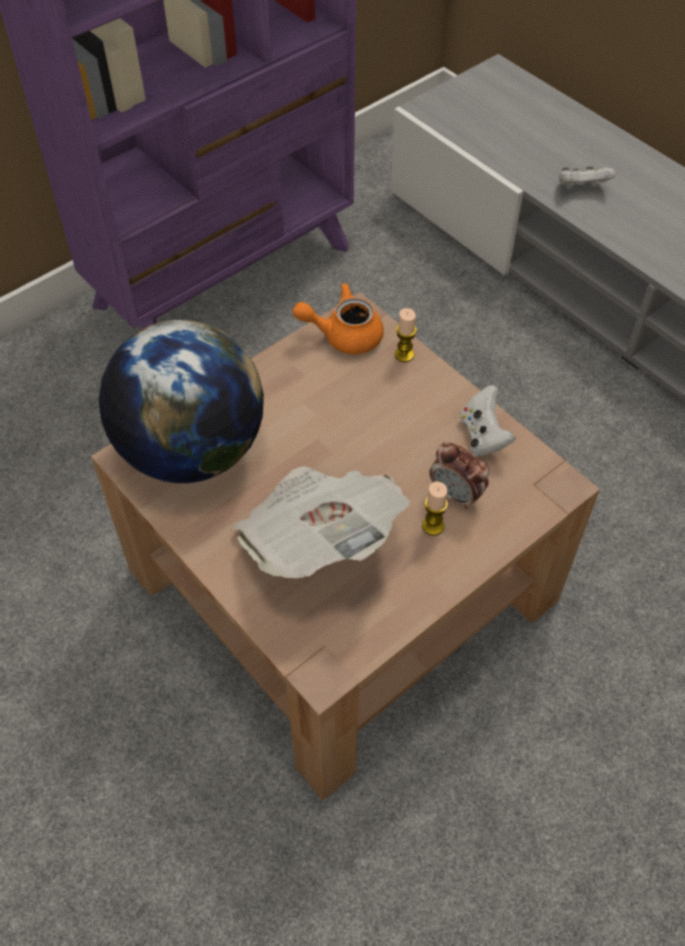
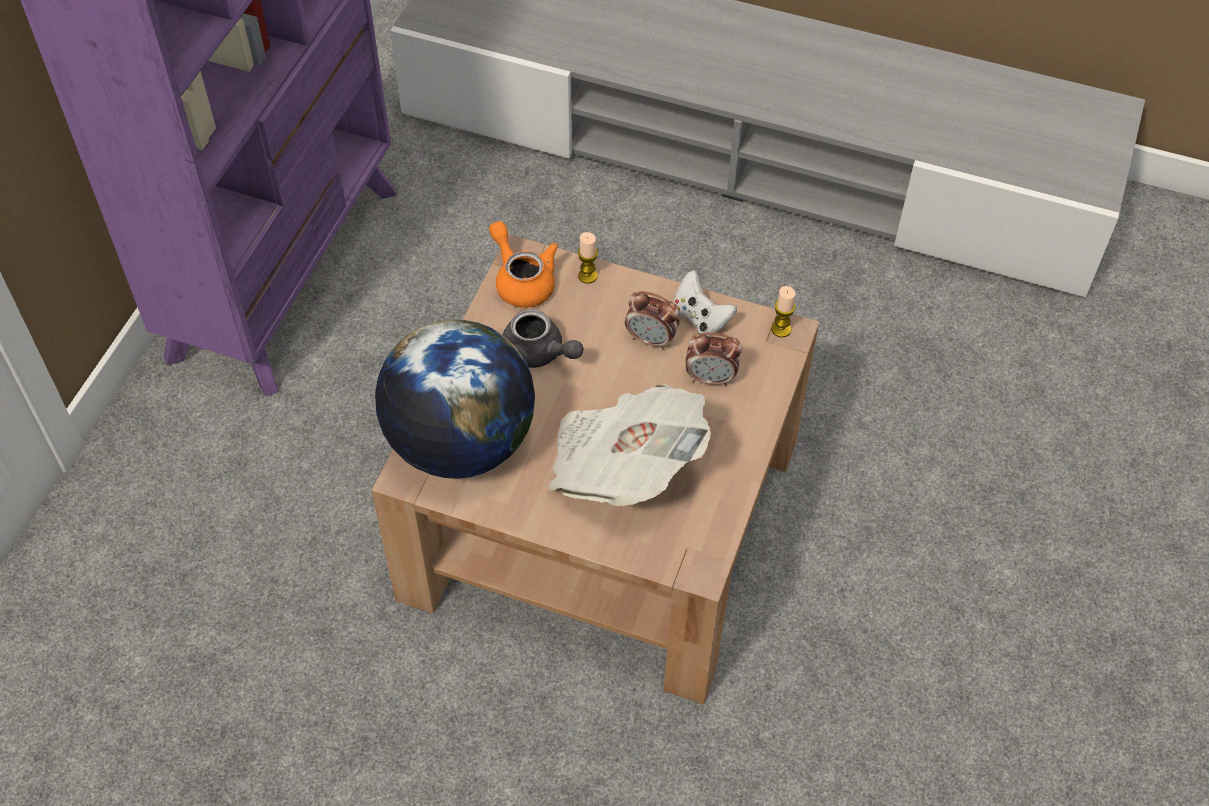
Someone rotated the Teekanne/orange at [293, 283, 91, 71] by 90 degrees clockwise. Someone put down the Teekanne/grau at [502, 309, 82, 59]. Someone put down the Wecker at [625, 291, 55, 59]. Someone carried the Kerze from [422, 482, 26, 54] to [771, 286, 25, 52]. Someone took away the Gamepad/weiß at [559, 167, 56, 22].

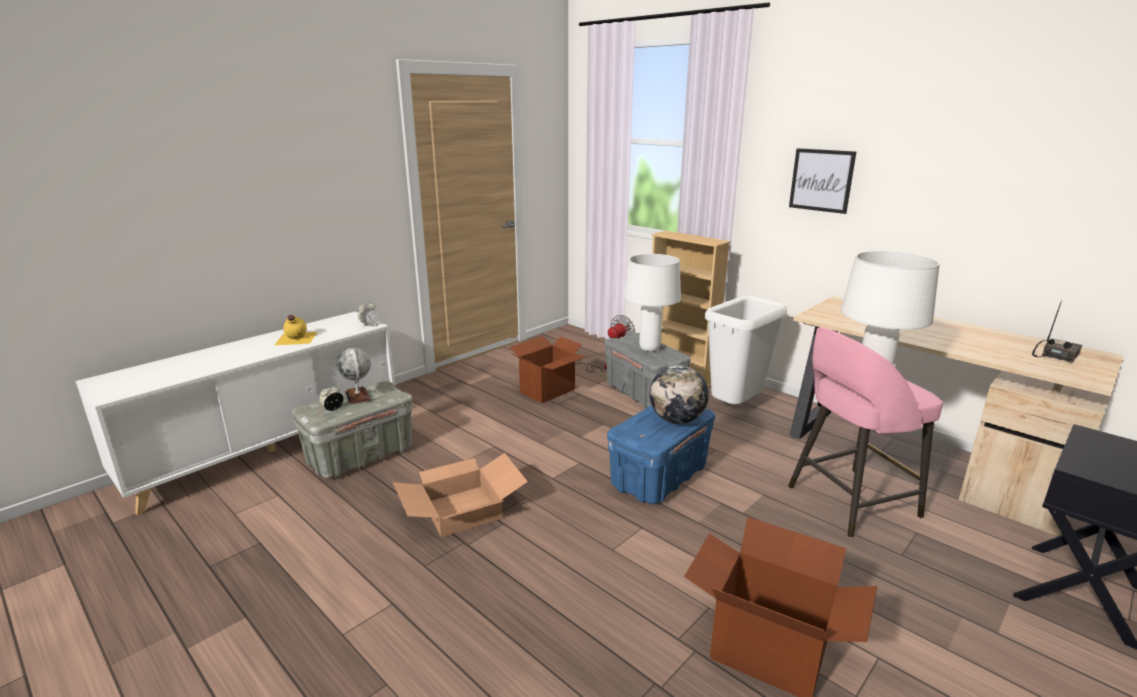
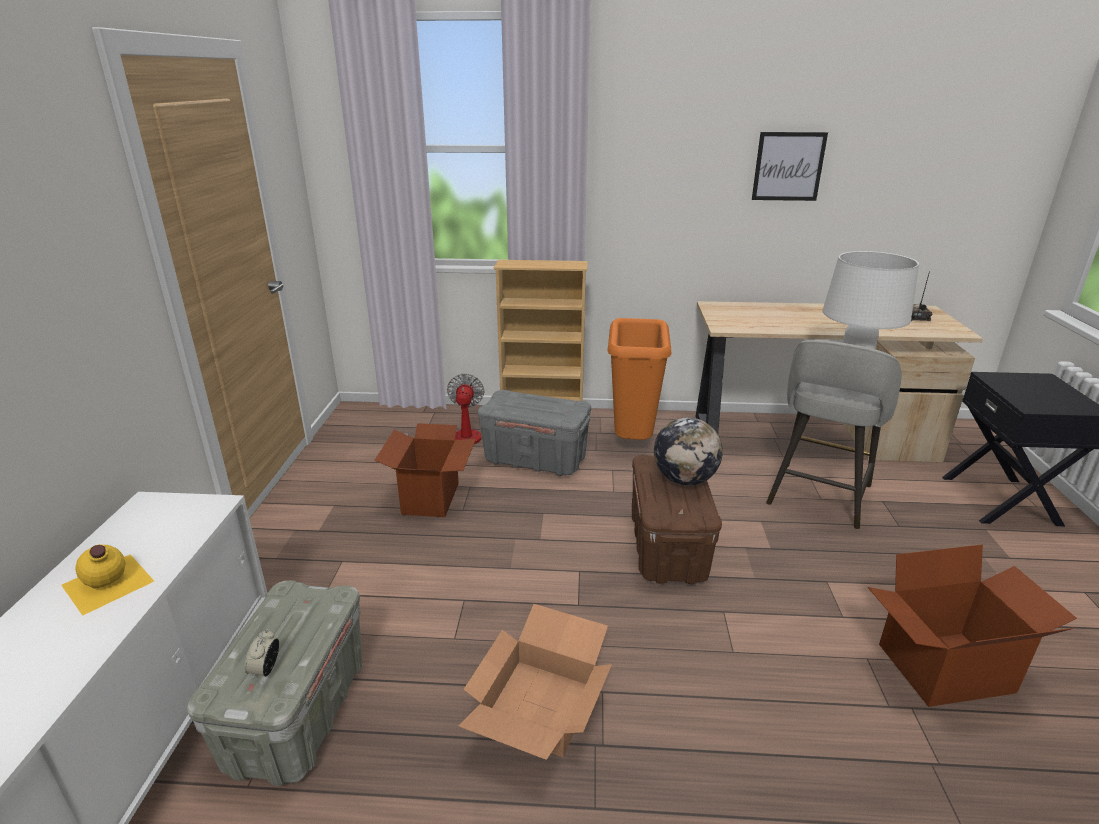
Someone repainted the Mülleimer/weiß at [705, 296, 82, 109], which became the Mülleimer/orange at [608, 318, 63, 122]. Someone repainted the Aufbewahrungsbox/blau at [607, 405, 108, 99], which became the Aufbewahrungsbox/braun at [632, 455, 90, 129]. Someone carried the Bild from [789, 148, 67, 66] to [752, 132, 76, 69]. Someone repainted the Hocker/rosa at [788, 327, 155, 211], which became the Hocker/grau at [766, 340, 136, 189]. Someone took away the Globus at [336, 348, 35, 57]. Someone took away the Wecker at [358, 301, 21, 25]. Someone took away the Tischlampe/weiß at [624, 254, 57, 98].

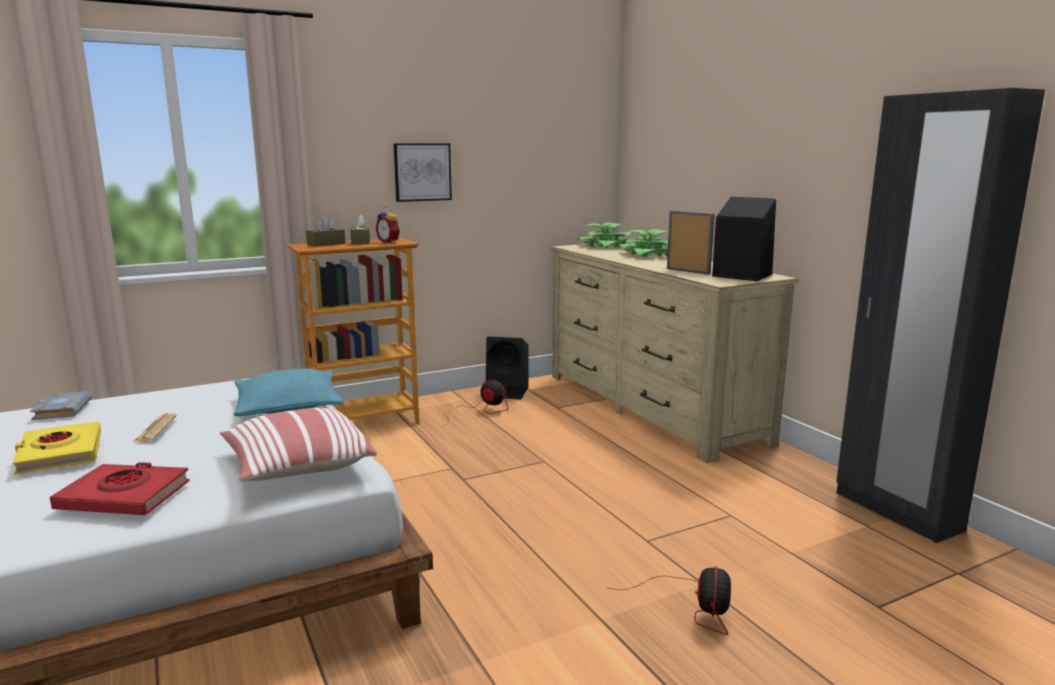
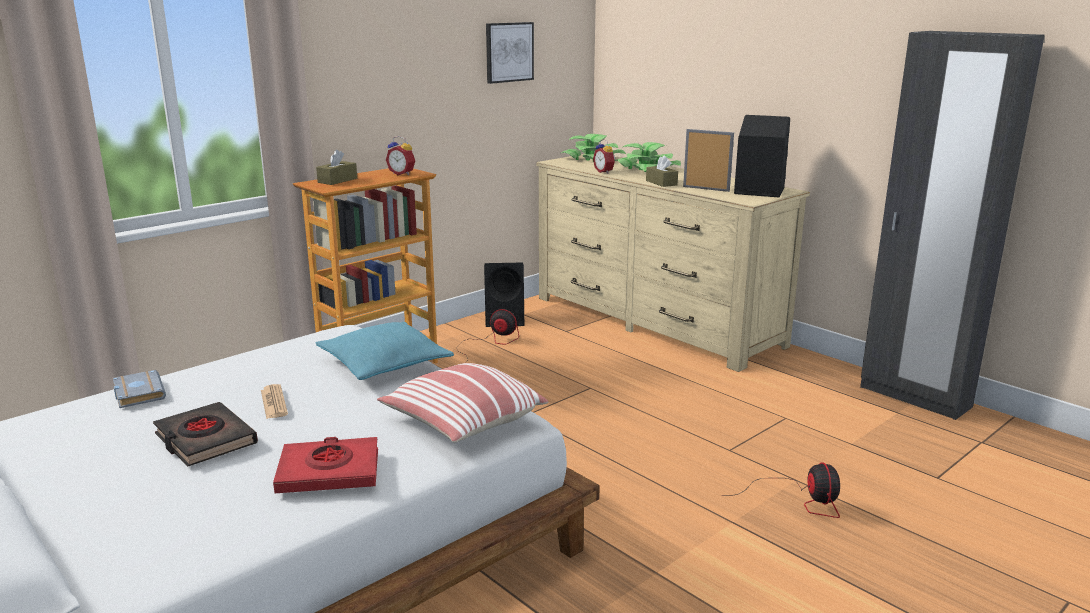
Someone repainted the Buch/gelb at [13, 421, 88, 54], which became the Buch/schwarz at [153, 402, 105, 64]. Someone carried the Bild from [393, 143, 59, 59] to [486, 22, 48, 62]. Someone put down the Wecker at [593, 139, 22, 35]. Someone carried the Taschentuchbox/braun from [351, 214, 19, 31] to [646, 156, 32, 31].

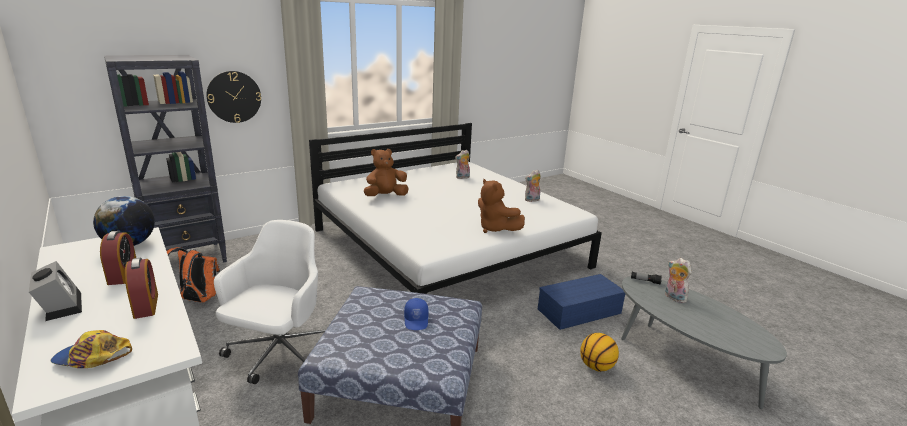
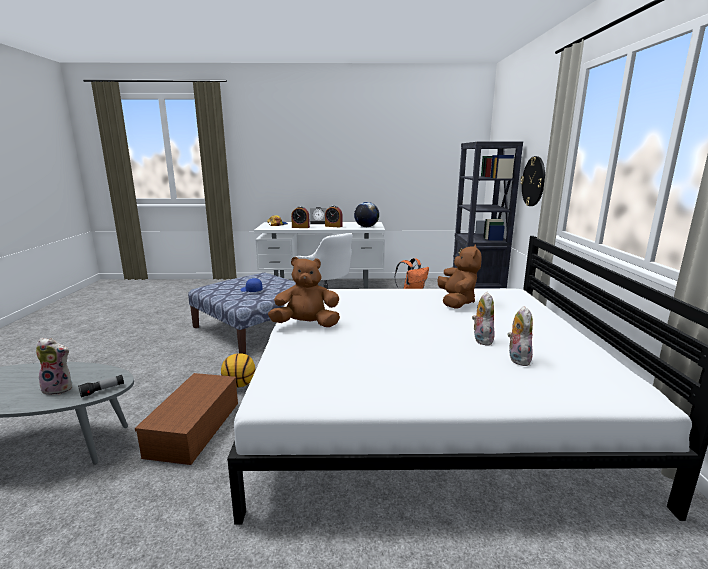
Someone repainted the Aufbewahrungsbox/blau at [538, 274, 87, 56], which became the Aufbewahrungsbox/braun at [135, 373, 103, 92]. Someone carried the Basketball from [580, 333, 39, 39] to [221, 353, 34, 35]. Someone carried the Plüschtier from [525, 170, 16, 32] to [472, 291, 23, 55].

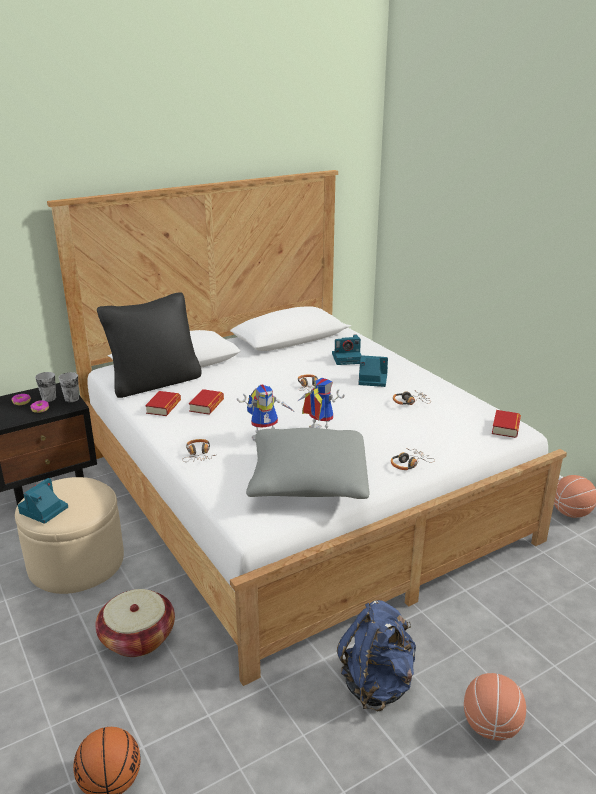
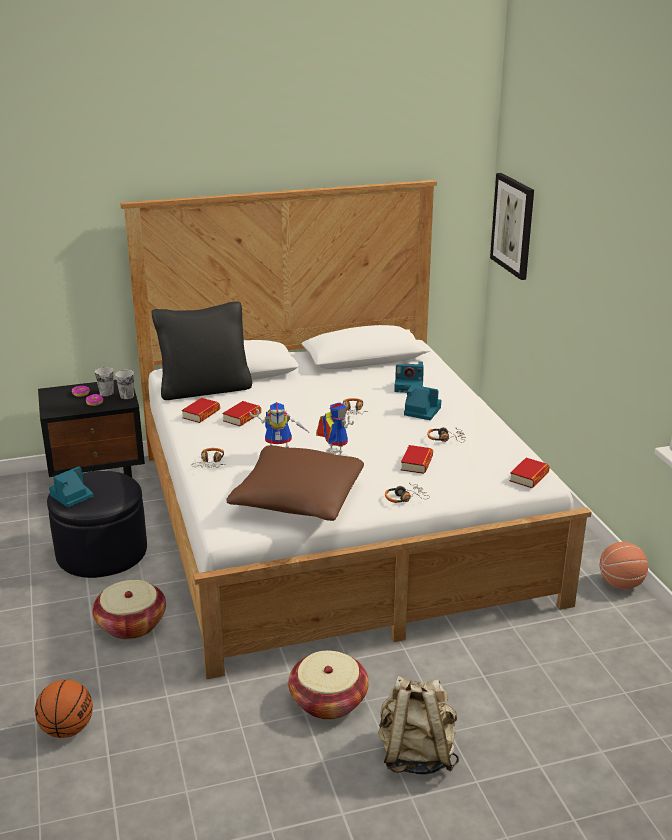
Someone repainted the Polsterhocker/beige at [15, 477, 109, 117], which became the Polsterhocker/schwarz at [47, 471, 100, 107]. Someone repainted the Kissen/grau at [246, 428, 123, 71], which became the Kissen/braun at [226, 445, 138, 76]. Someone swapped the Rucksack/blau at [337, 600, 79, 111] for the Korb at [288, 651, 81, 68]. Someone swapped the Basketball at [464, 673, 62, 67] for the Rucksack/beige at [378, 676, 81, 99]. Someone put down the Buch at [401, 445, 32, 29]. Someone put up the Bild at [490, 173, 44, 107].

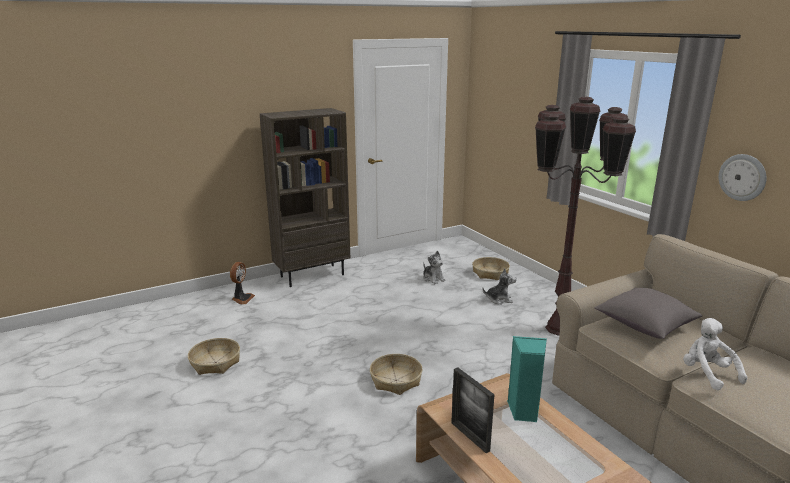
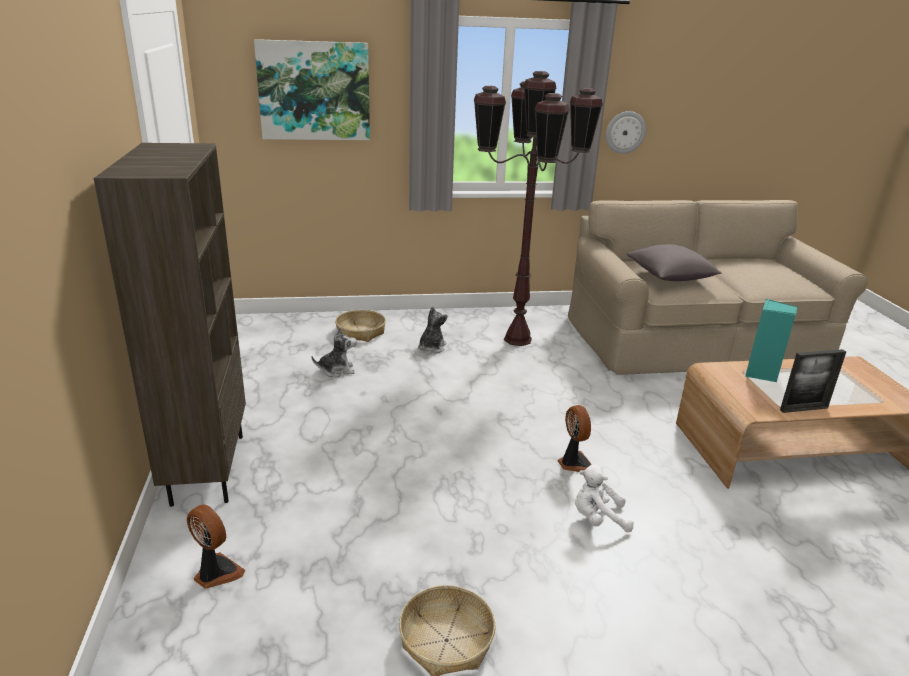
Someone put up the Bild at [254, 39, 116, 101]. Someone swapped the Korb at [370, 354, 53, 41] for the Ventilator at [558, 405, 34, 67]. Someone carried the Plüschtier/weiß from [683, 318, 64, 72] to [575, 464, 59, 69].

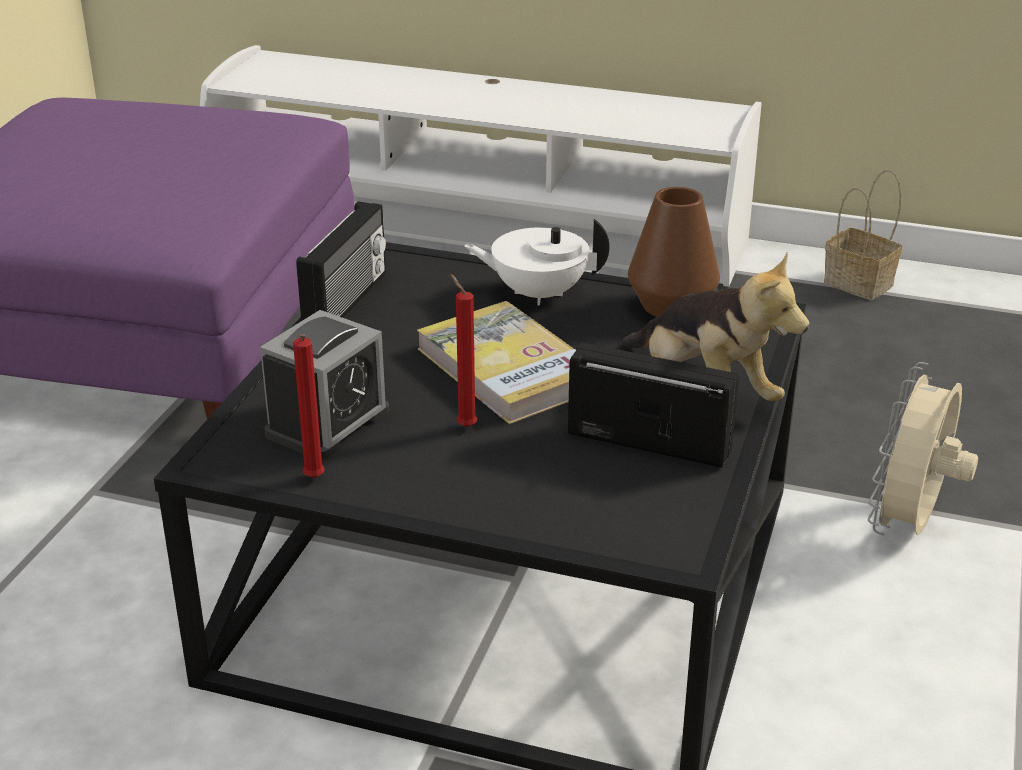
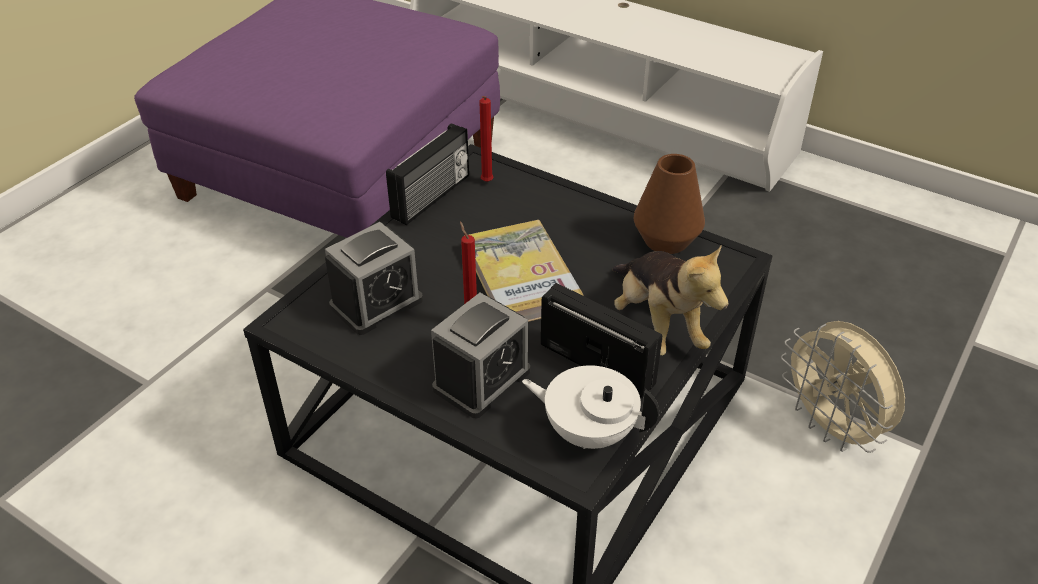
Someone put down the Wecker at [431, 293, 99, 125]. Someone carried the Kerze/rot from [293, 334, 32, 144] to [479, 96, 14, 86]. Someone carried the Teekanne/weiß from [464, 219, 146, 86] to [522, 365, 137, 84]. Someone rotated the Ventilator/beige at [868, 362, 110, 174] by 75 degrees counterclockwise. Someone took away the Korb at [824, 170, 78, 130].

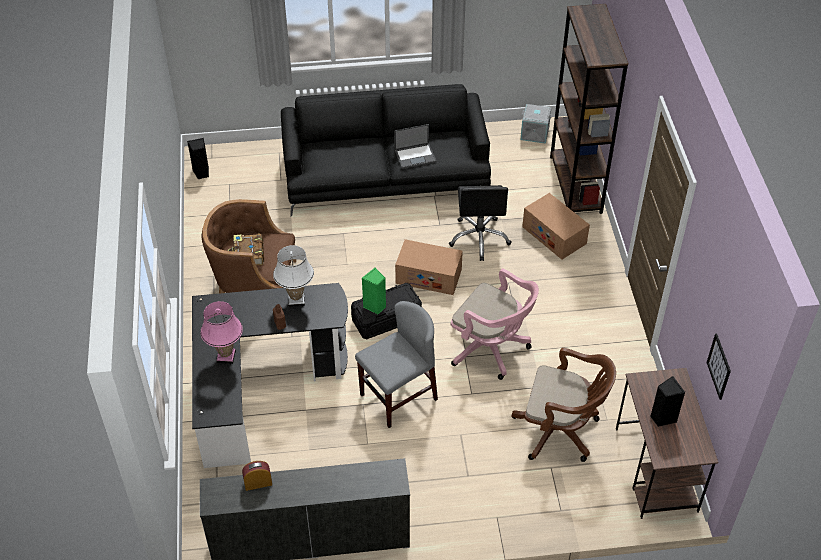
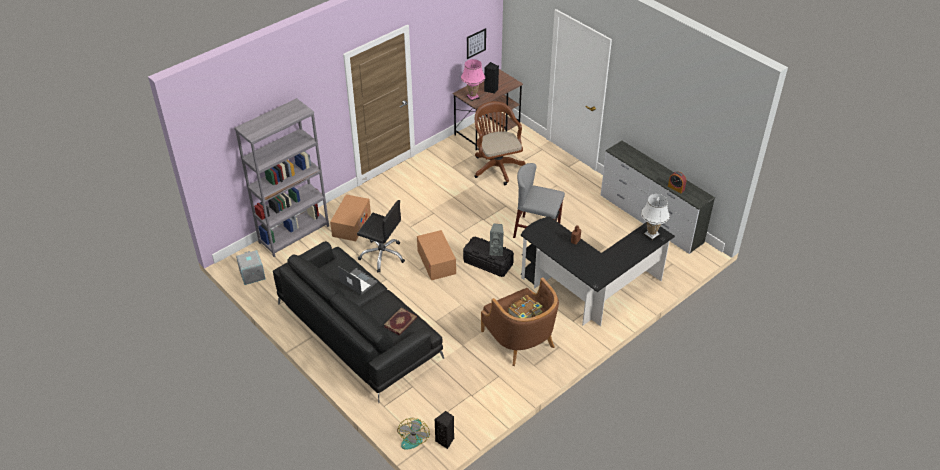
Someone repainted the Bücherregal/braun at [550, 4, 78, 210], which became the Bücherregal/grau at [234, 98, 95, 159]. Someone rotated the Bürostuhl/schwarz at [449, 185, 63, 76] by 60 degrees clockwise. Someone put down the Buch at [384, 307, 33, 29]. Someone put down the Ventilator at [397, 418, 33, 32]. Someone carried the Tischlampe/rosa from [200, 301, 43, 63] to [461, 59, 24, 42]. Someone repainted the Lautsprecher/grün at [362, 267, 24, 47], which became the Lautsprecher/grau at [490, 223, 14, 33]. Someone carried the Tischlampe/weiß from [273, 245, 41, 62] to [641, 194, 29, 46]. Someone took away the Bürostuhl/rosa at [451, 269, 88, 111].

